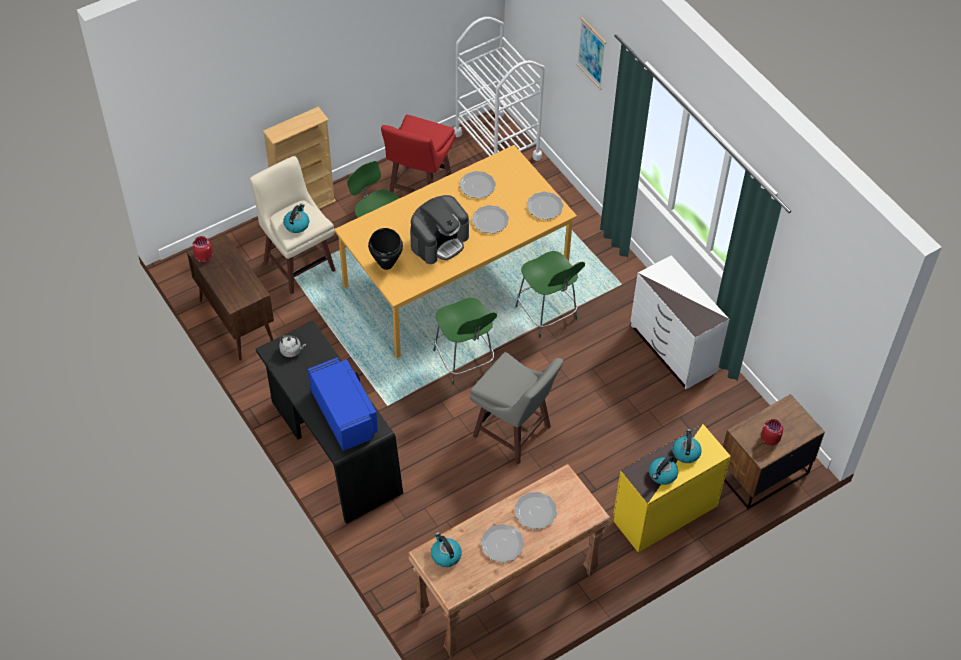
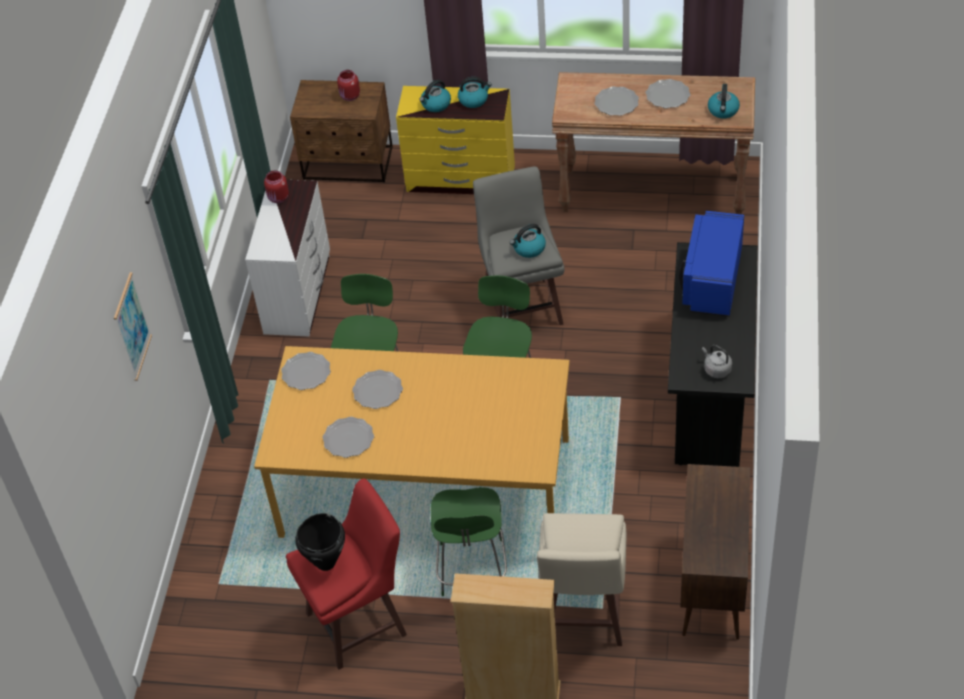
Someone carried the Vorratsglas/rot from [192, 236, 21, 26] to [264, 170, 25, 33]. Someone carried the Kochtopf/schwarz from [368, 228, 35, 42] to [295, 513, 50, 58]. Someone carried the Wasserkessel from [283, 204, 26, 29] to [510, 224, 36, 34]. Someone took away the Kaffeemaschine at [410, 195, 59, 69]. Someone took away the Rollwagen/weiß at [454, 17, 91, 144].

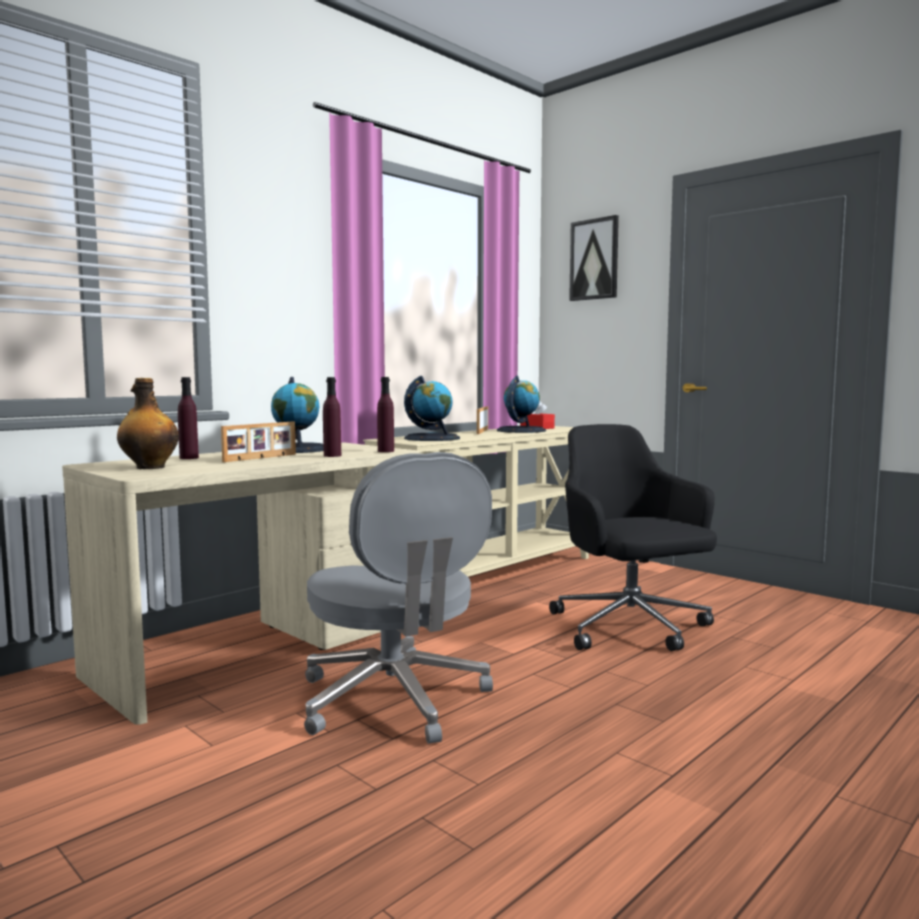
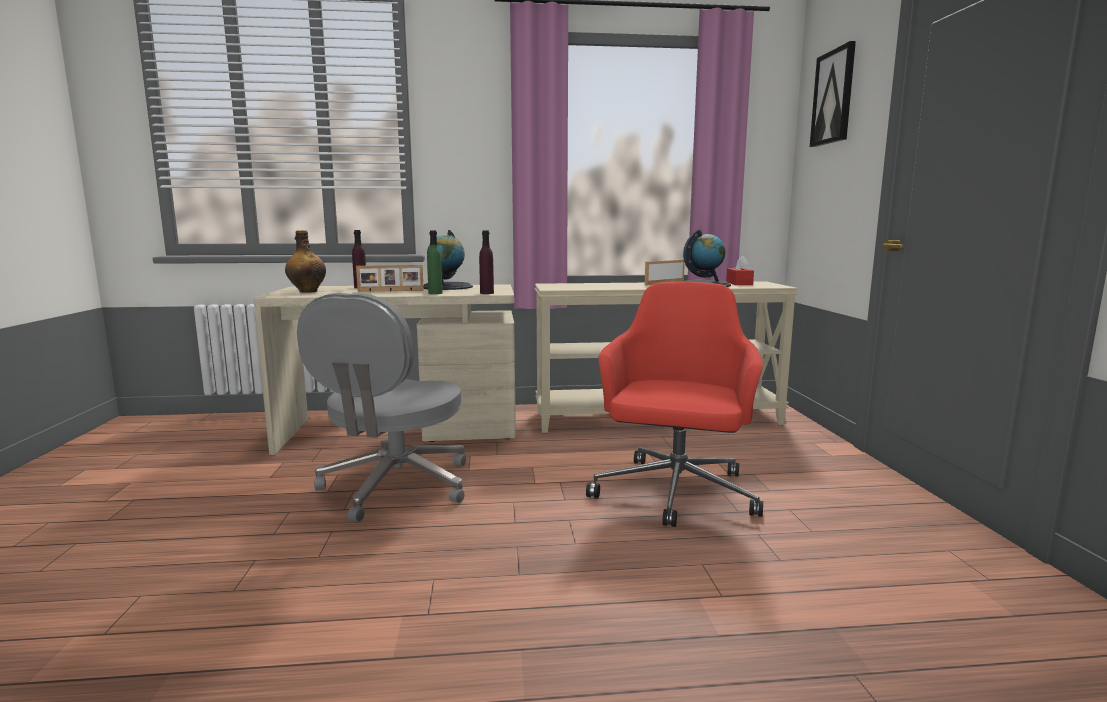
Someone repainted the Flasche/lila at [323, 377, 18, 80], which became the Flasche/grün at [427, 230, 16, 64]. Someone repainted the Bürostuhl/schwarz at [549, 424, 168, 227], which became the Bürostuhl/rot at [586, 282, 177, 245]. Someone took away the Globus at [404, 376, 56, 65].

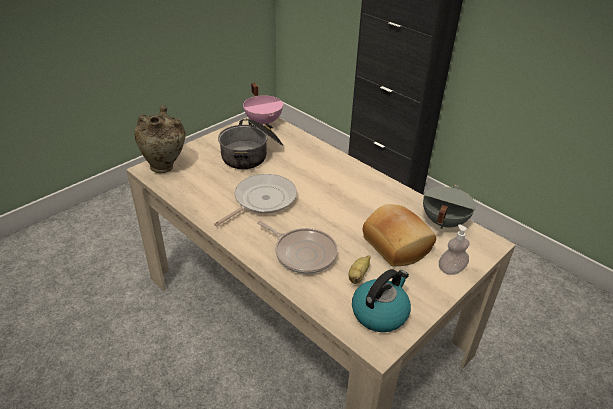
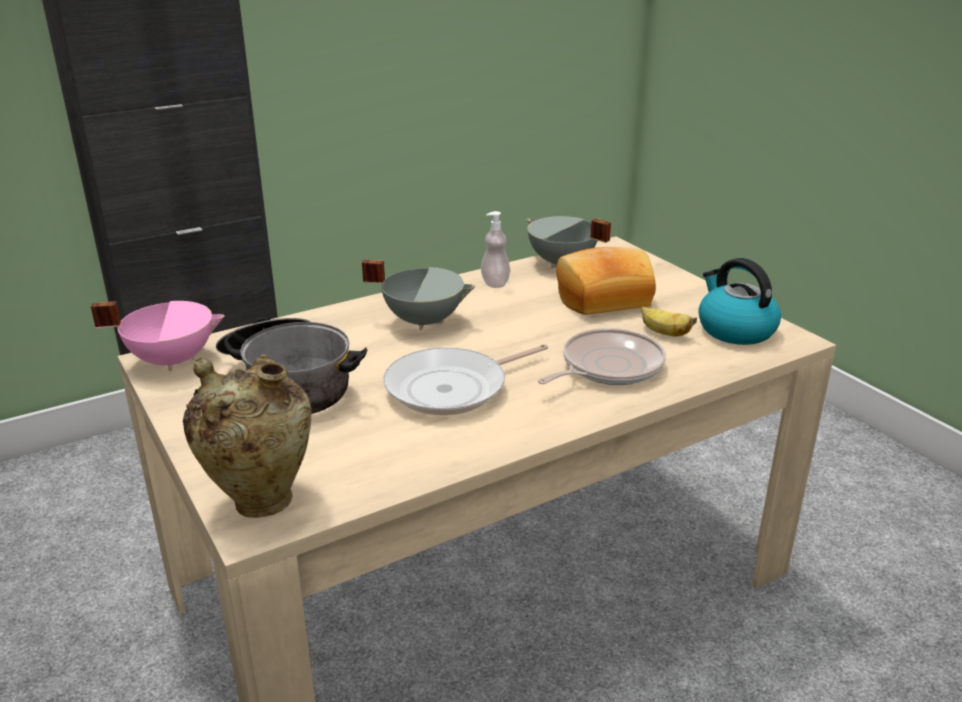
Someone put down the Kochtopf/grau at [362, 260, 113, 70]. Someone rotated the Pfanne at [214, 174, 83, 52] by 90 degrees counterclockwise. Someone carried the Seifenspender from [439, 224, 31, 51] to [481, 211, 29, 77].

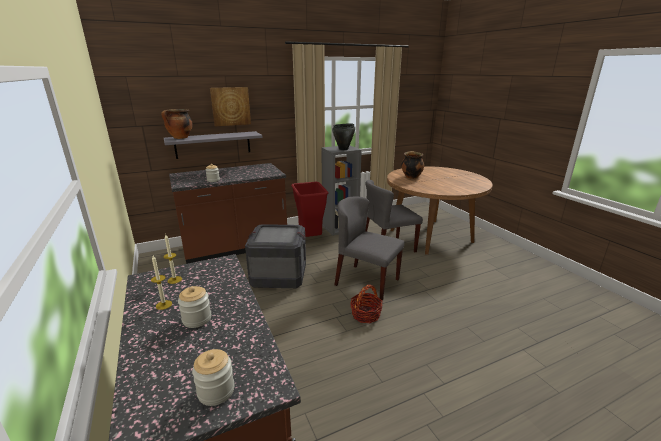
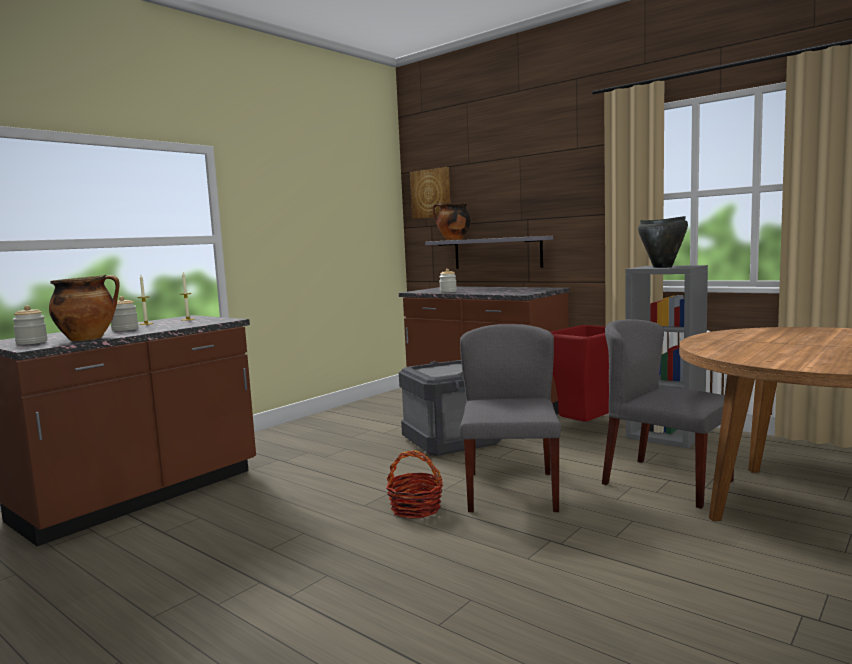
Someone carried the Kochtopf from [401, 151, 23, 28] to [49, 275, 71, 66]. Someone carried the Bild from [210, 87, 41, 39] to [410, 167, 40, 52].

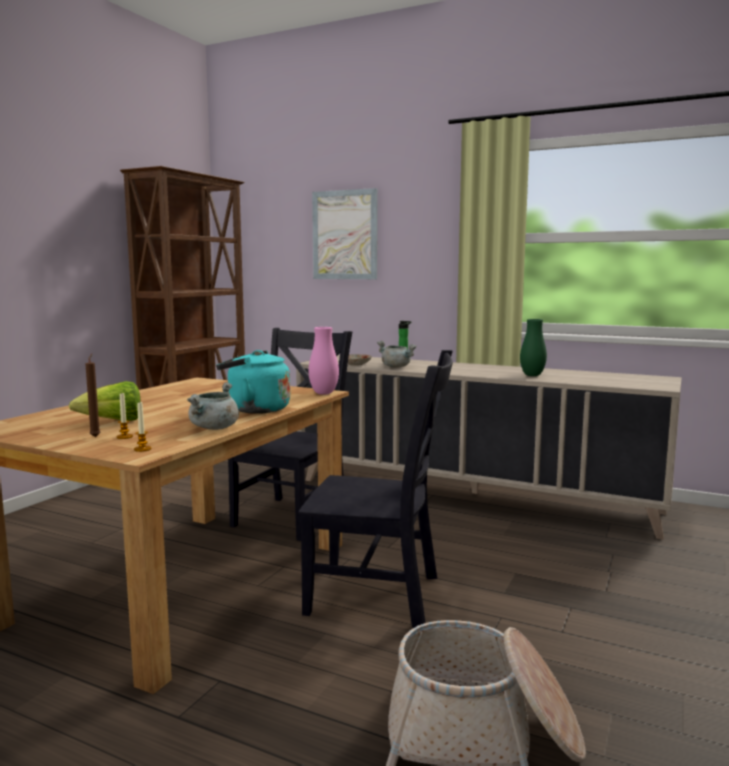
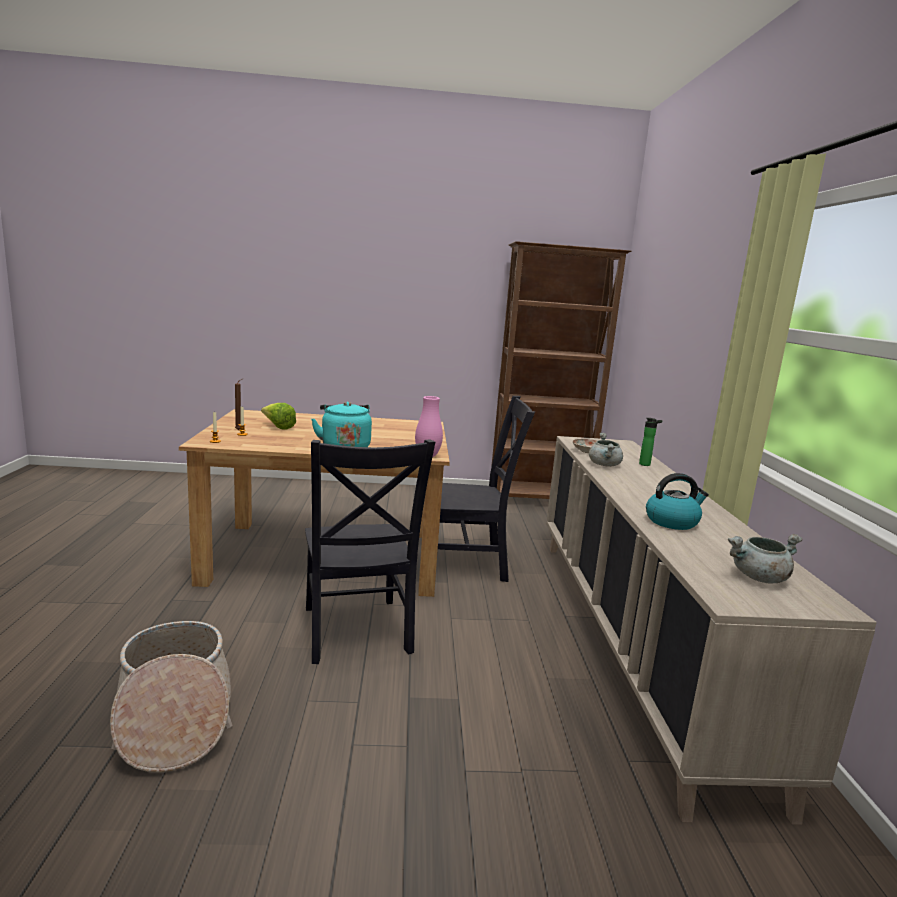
Someone swapped the Vase/grün at [520, 319, 27, 57] for the Wasserkessel at [646, 473, 63, 57]. Someone carried the Kochtopf/grau from [187, 382, 52, 48] to [728, 534, 75, 49]. Someone took away the Bild at [312, 188, 66, 91].

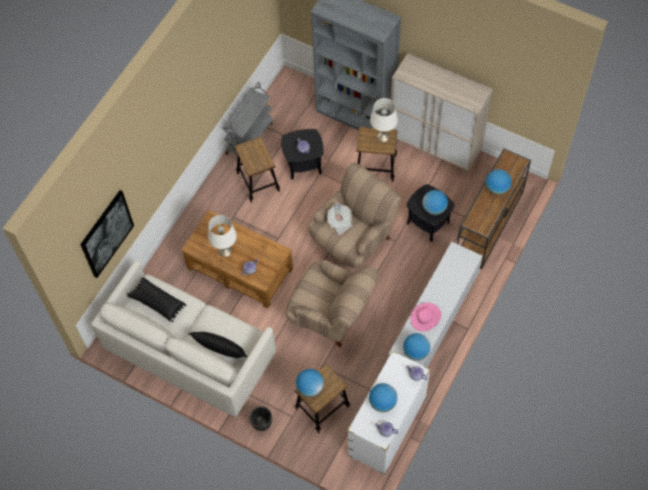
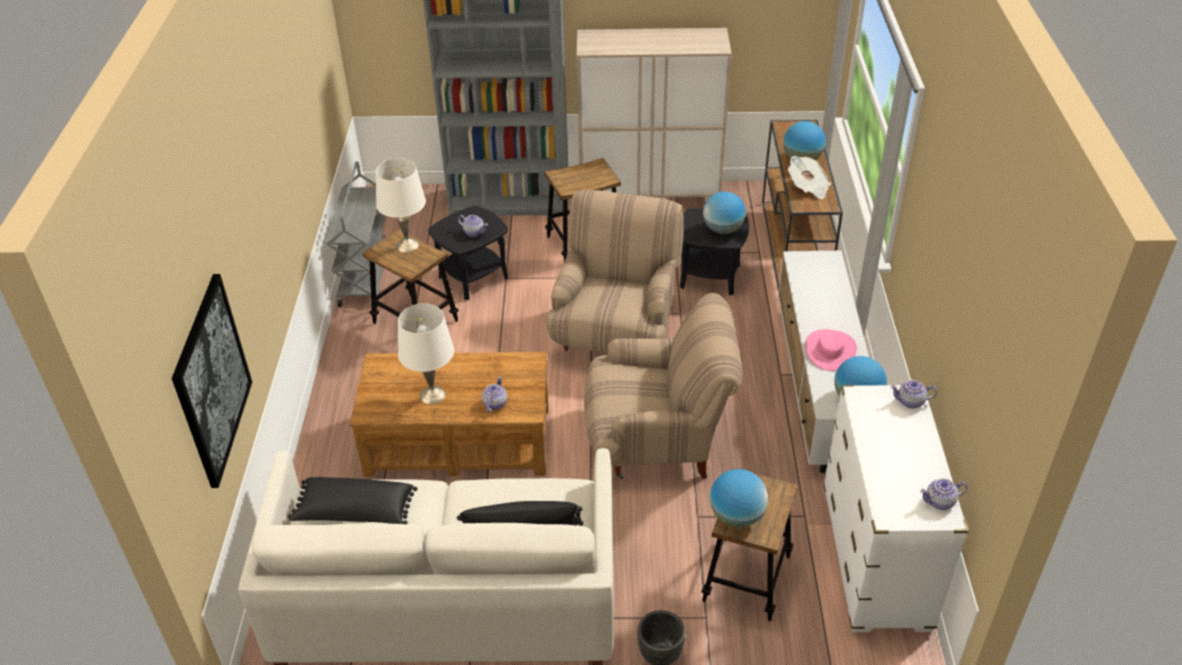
Someone carried the Tischlampe/weiß from [370, 98, 28, 44] to [376, 158, 50, 95]. Someone carried the Zeitung from [327, 203, 25, 32] to [788, 156, 43, 43]. Someone took away the Globus at [369, 383, 29, 29].

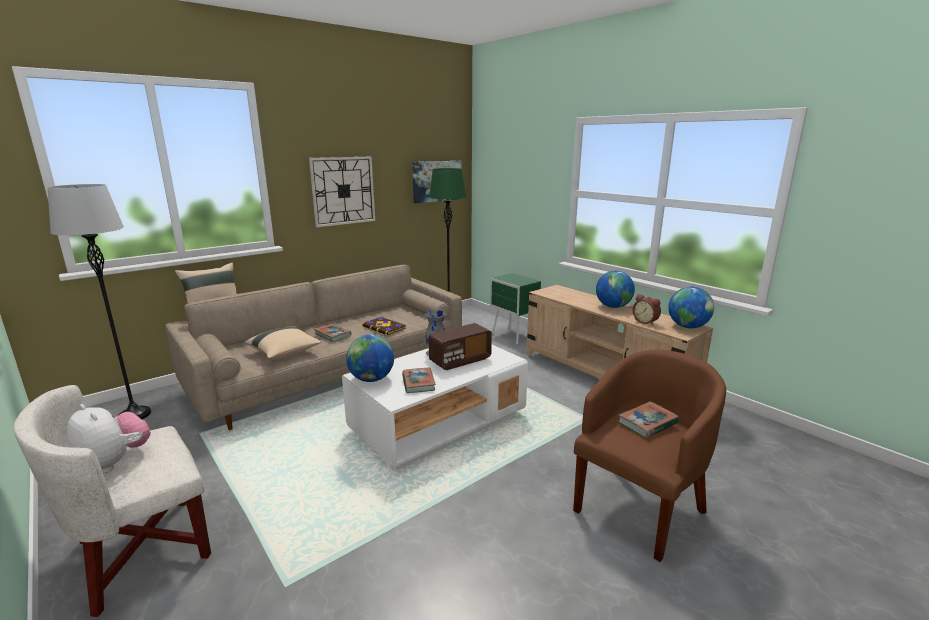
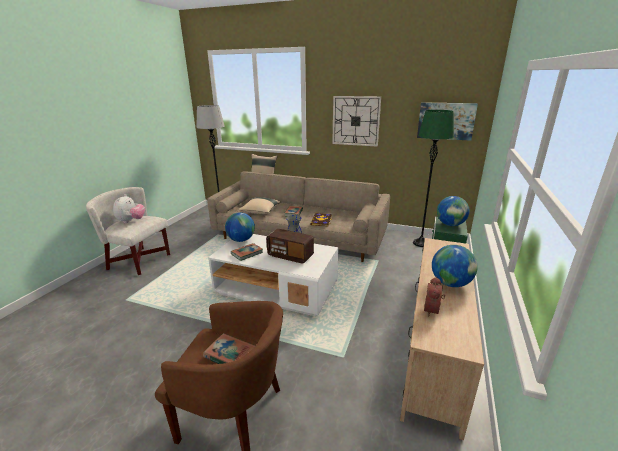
Someone carried the Globus from [668, 287, 46, 41] to [437, 196, 32, 30].

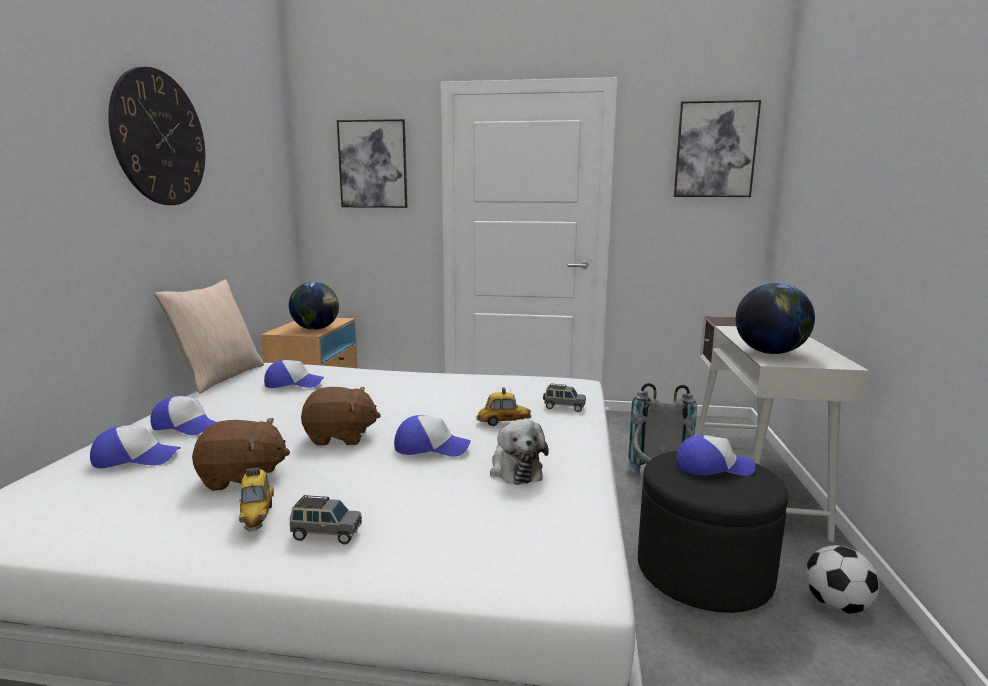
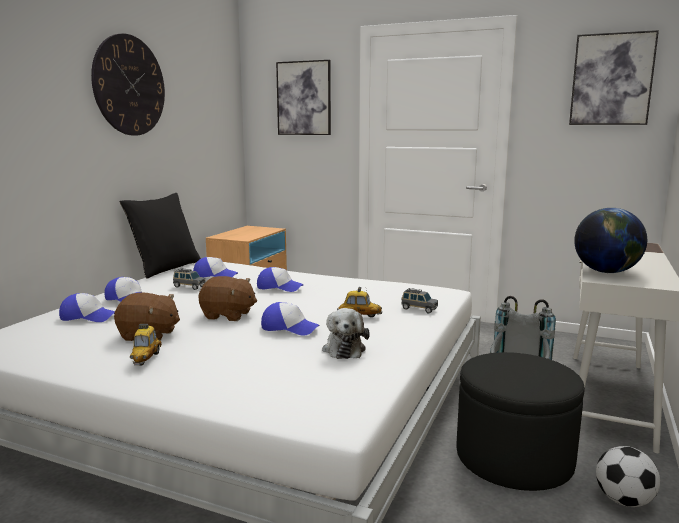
Someone repainted the Kissen/beige at [154, 280, 110, 113], which became the Kissen/schwarz at [119, 193, 82, 86]. Someone carried the Spielzeugauto/grau from [290, 495, 72, 49] to [173, 268, 33, 22]. Someone carried the Kappe from [676, 435, 79, 41] to [257, 267, 47, 25]. Someone took away the Globus at [289, 282, 50, 48].

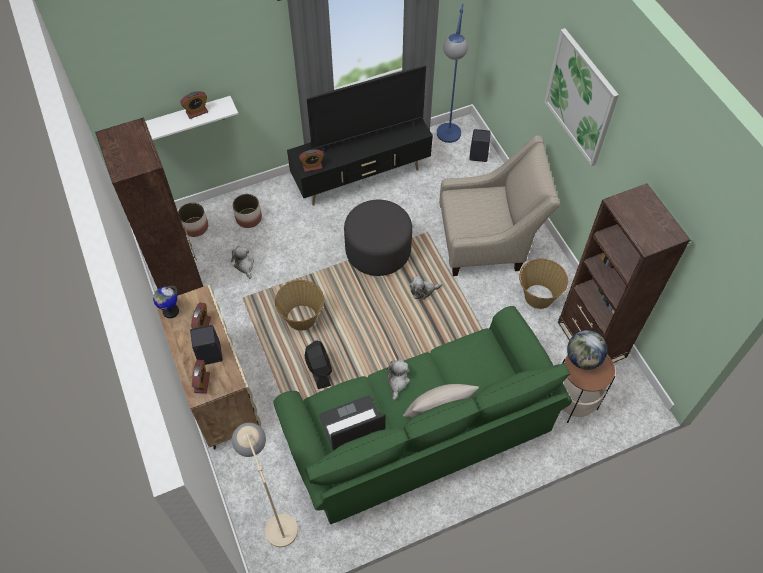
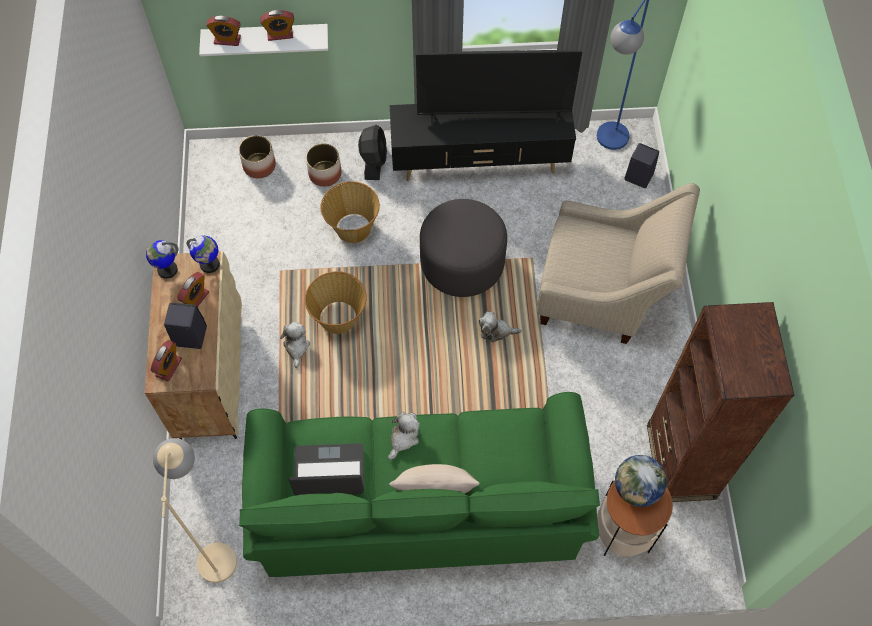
Someone put down the Globus at [187, 236, 33, 37]. Someone carried the Wecker from [299, 149, 25, 23] to [206, 16, 35, 30]. Someone carried the Plüschtier from [231, 246, 23, 33] to [280, 321, 30, 47]. Someone carried the Korb from [519, 259, 49, 50] to [320, 181, 60, 62]. Someone carried the Ventilator/schwarz from [305, 340, 27, 49] to [358, 125, 29, 55]. Someone took away the Bücherregal/braun at [95, 117, 109, 179]. Someone took away the Bild at [544, 28, 75, 138].

